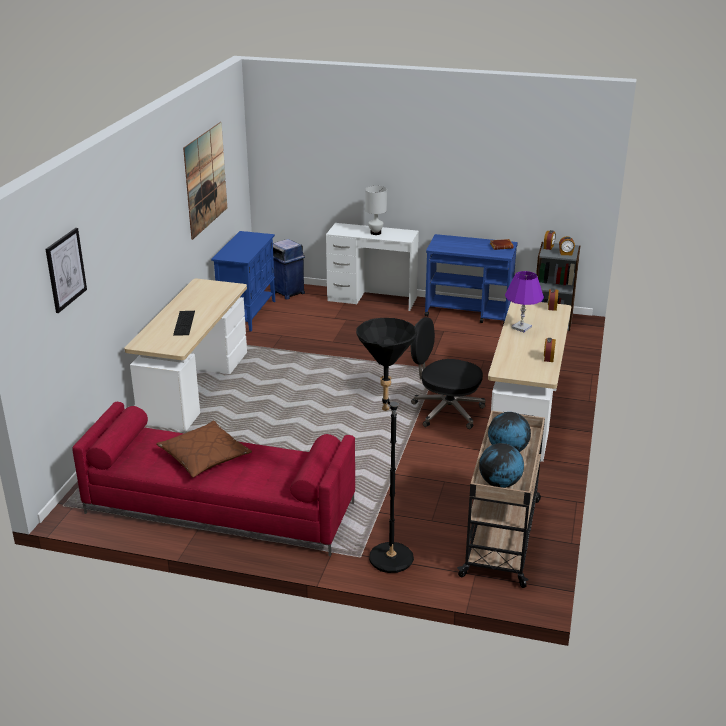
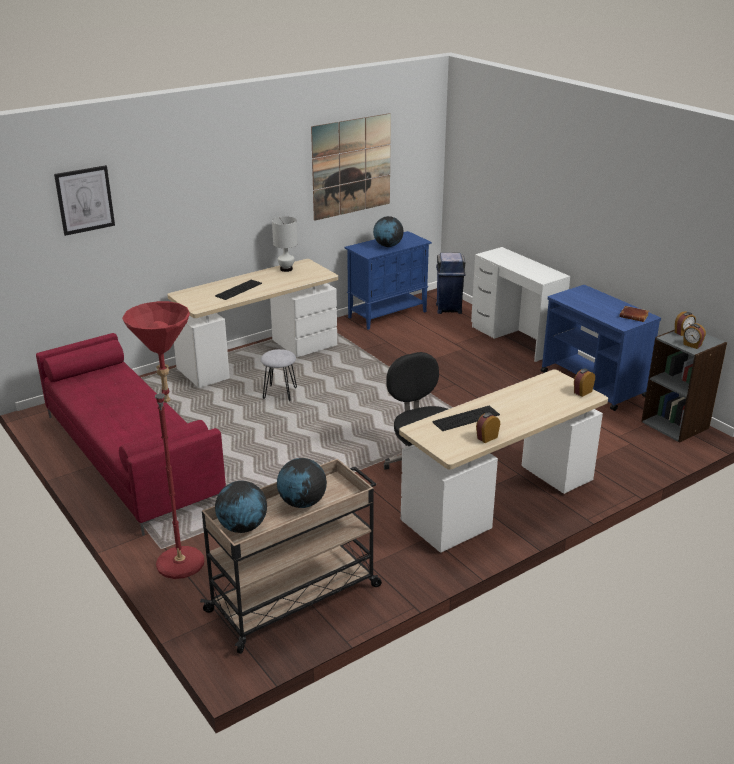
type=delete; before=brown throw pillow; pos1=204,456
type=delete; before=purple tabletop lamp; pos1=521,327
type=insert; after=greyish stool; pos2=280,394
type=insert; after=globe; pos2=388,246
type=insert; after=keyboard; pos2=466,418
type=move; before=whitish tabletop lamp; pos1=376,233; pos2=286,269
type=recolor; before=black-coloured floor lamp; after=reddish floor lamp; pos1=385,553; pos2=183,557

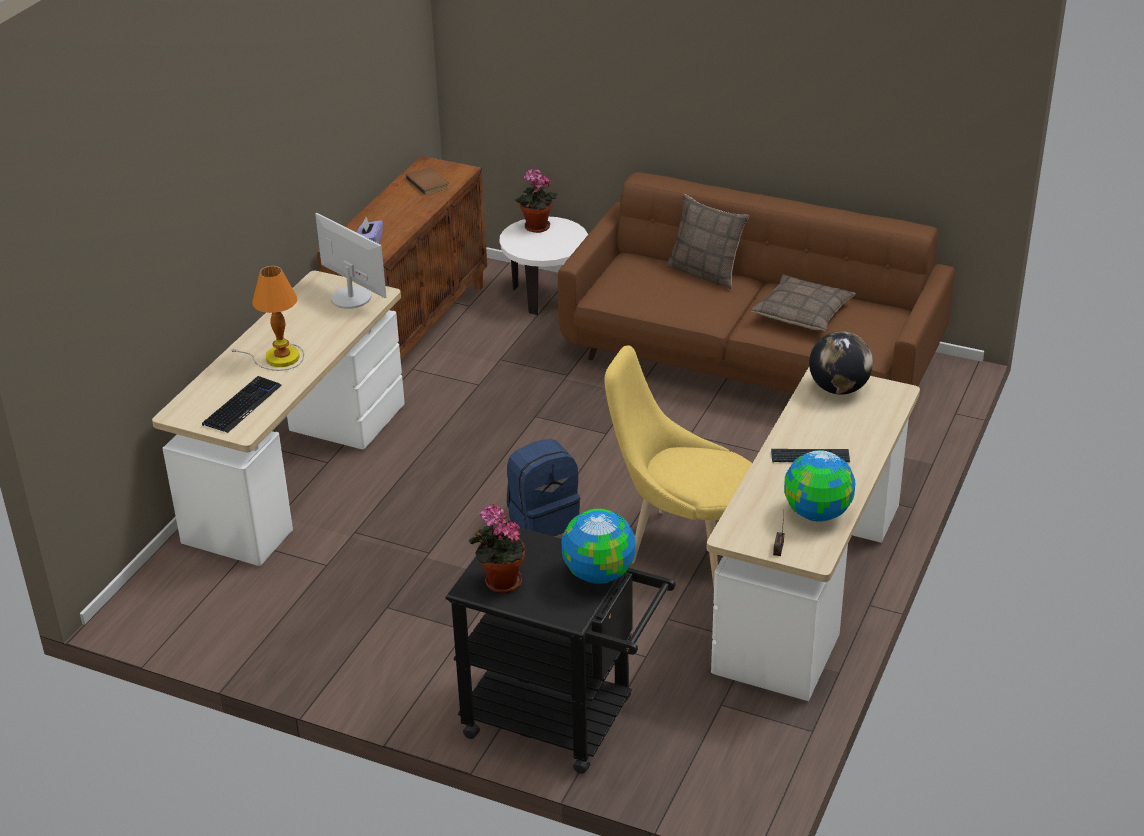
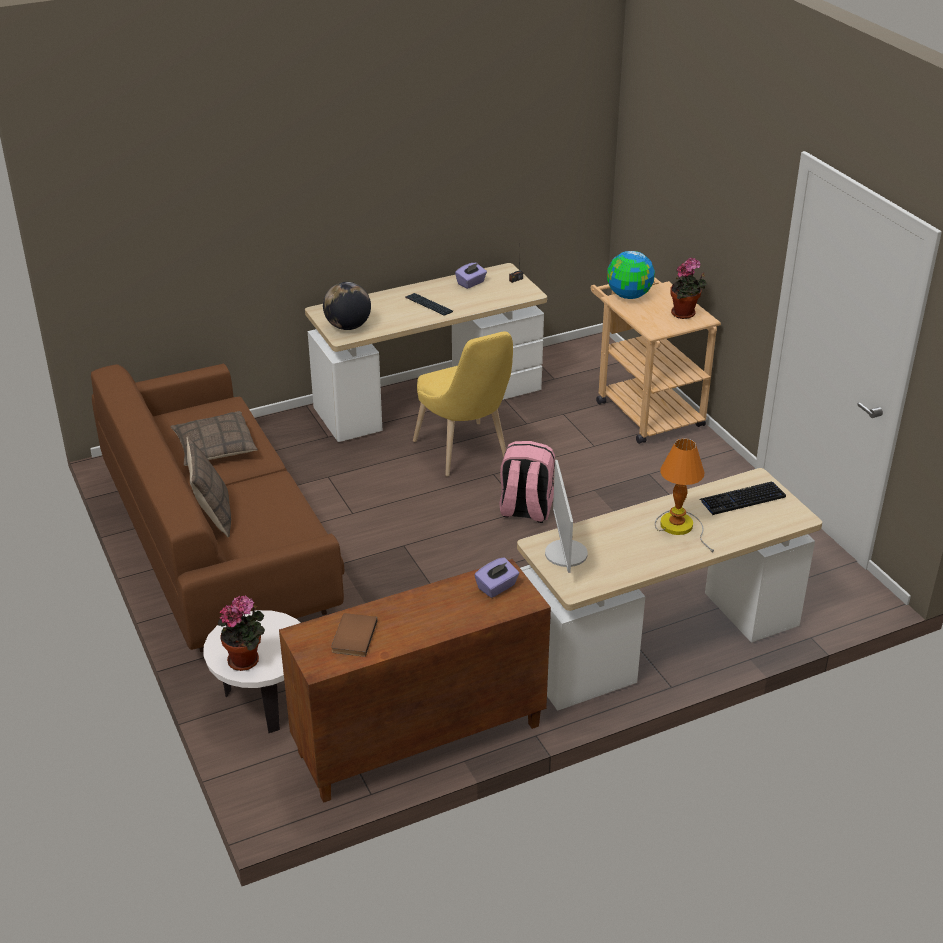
type=replace; before=globe; after=purple box of tissues; pos1=818,513; pos2=471,283
type=recolor; before=black-coloured cart; after=sand-coloured cart; pos1=562,721; pos2=644,409
type=recolor; before=bluish backpack; after=pink backpack; pos1=543,520; pos2=525,510

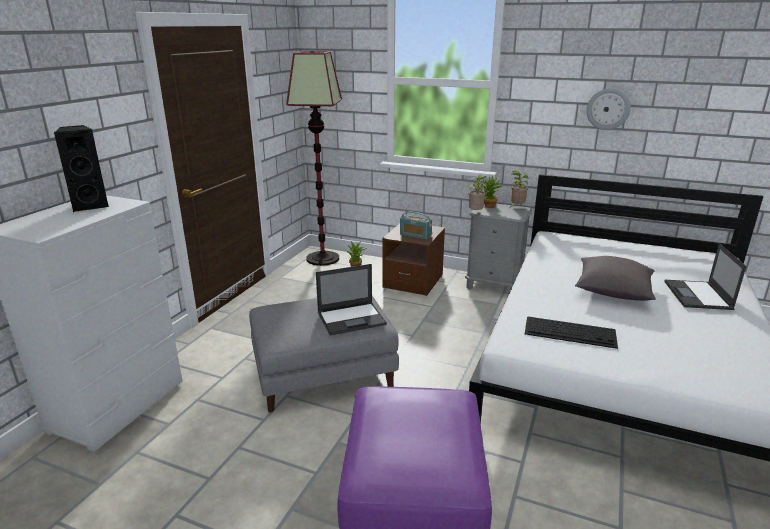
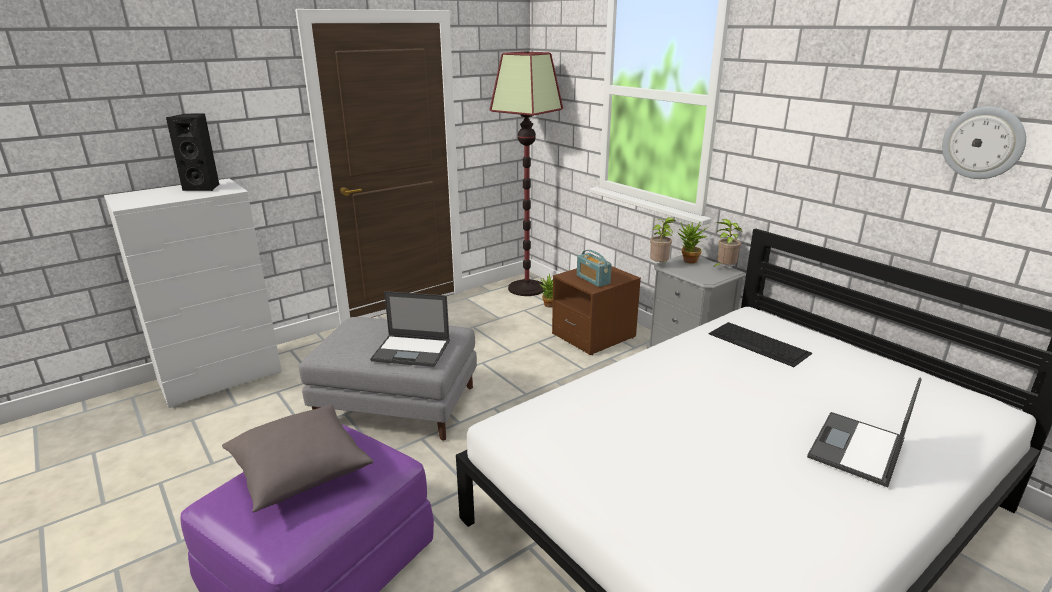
type=move; before=keyboard; pos1=571,332; pos2=759,343
type=move; before=greyish throw pillow; pos1=612,291; pos2=300,473
type=move; before=clock on the wall; pos1=608,109; pos2=983,143

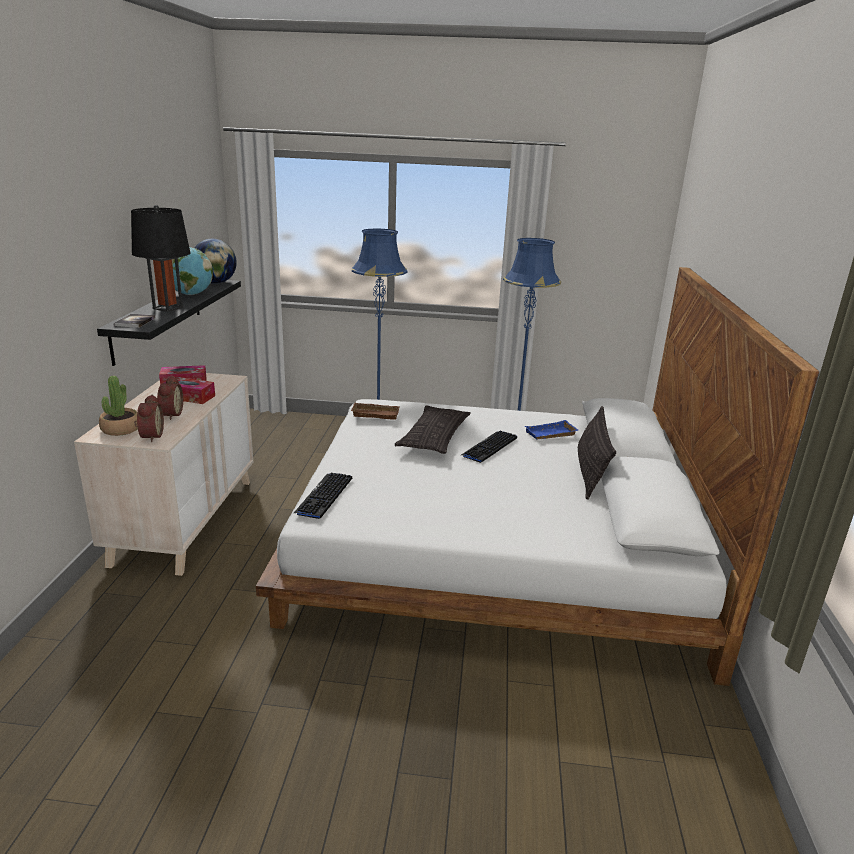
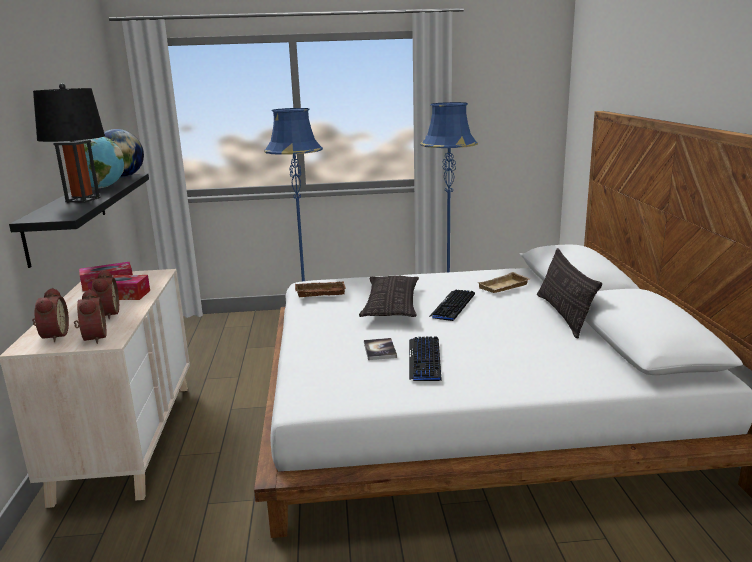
type=move; before=bound book; pos1=135,322; pos2=380,350
type=move; before=keyboard; pos1=324,496; pos2=425,359
type=replace; before=plant in a pot; after=bedside clock; pos1=120,429; pos2=53,336
type=recolor; before=bluish carrying tray; after=sand-coloured carrying tray; pos1=550,434; pos2=504,287

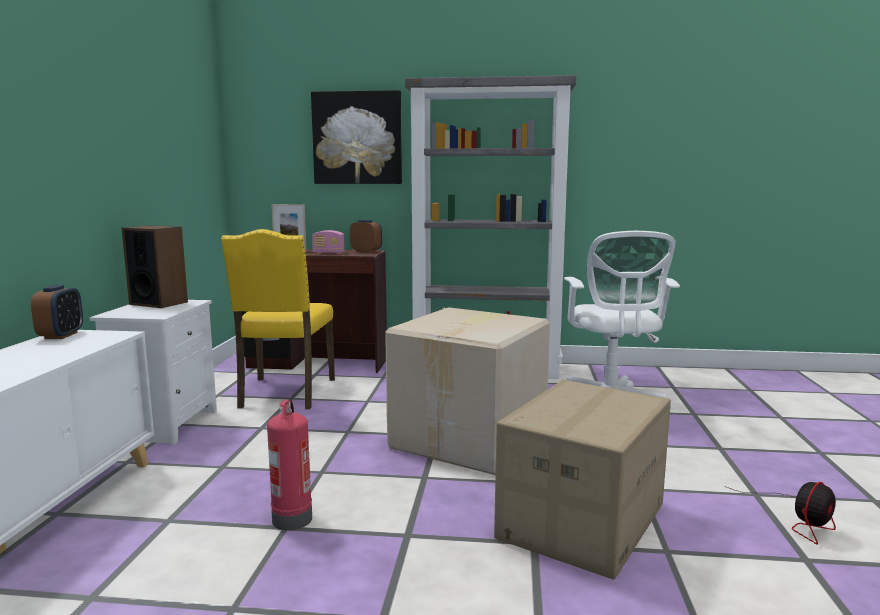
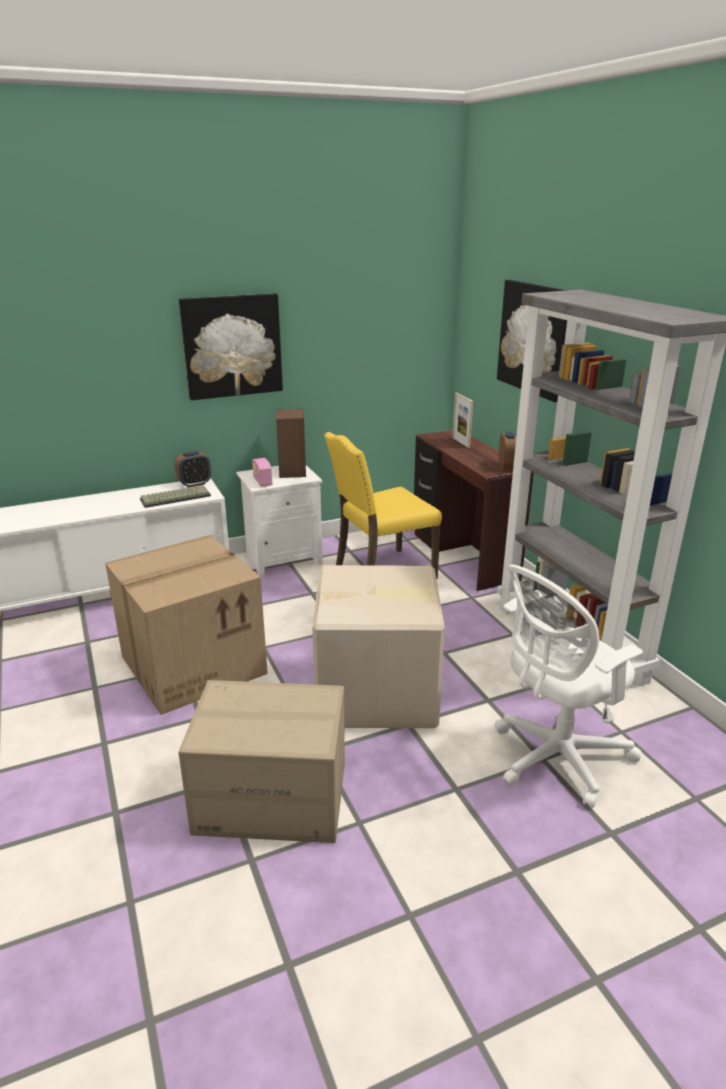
type=delete; before=electric fan; pos1=800,520
type=insert; after=keyboard; pos2=176,497
type=insert; after=picture; pos2=232,346
type=move; before=radio; pos1=328,253; pos2=262,482
type=replace; before=fire extinguisher; after=carton; pos1=291,518; pos2=194,663

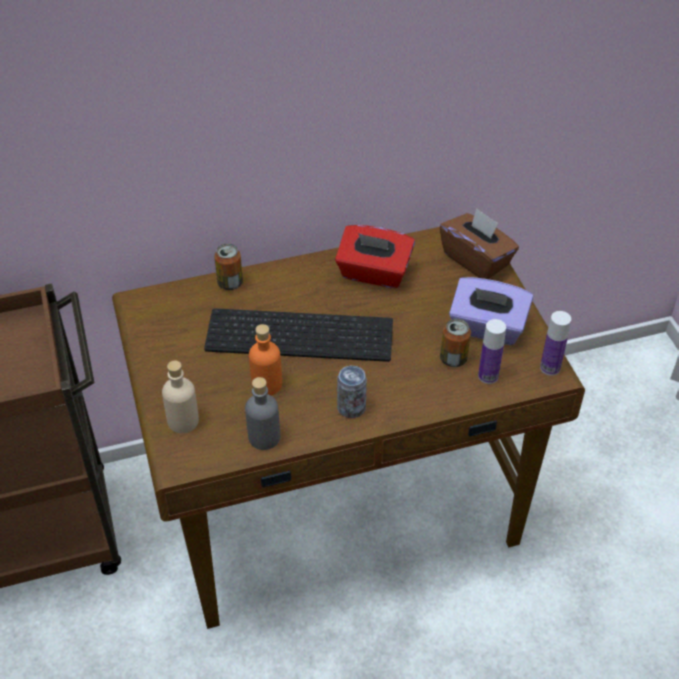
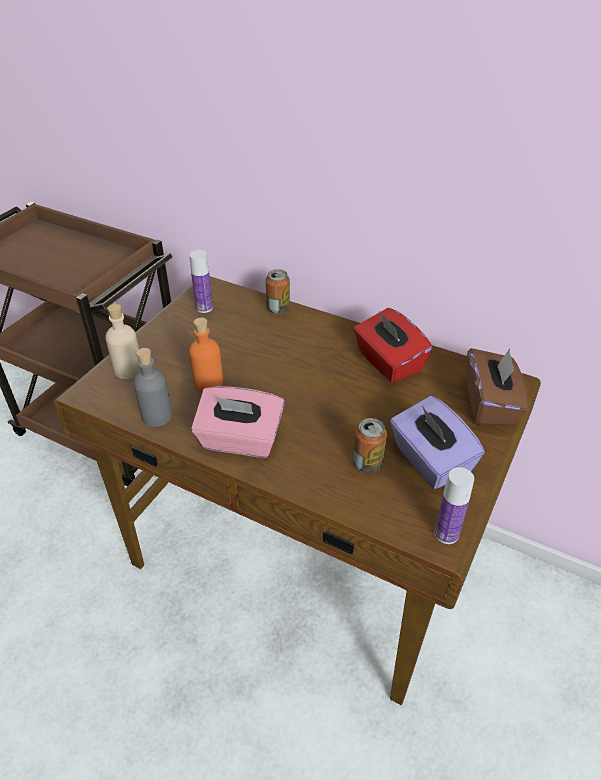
type=delete; before=keyboard; pos1=302,333
type=move; before=drink bottle; pos1=488,376; pos2=204,308
type=replace; before=can; after=pink box of tissues; pos1=351,408; pos2=240,441

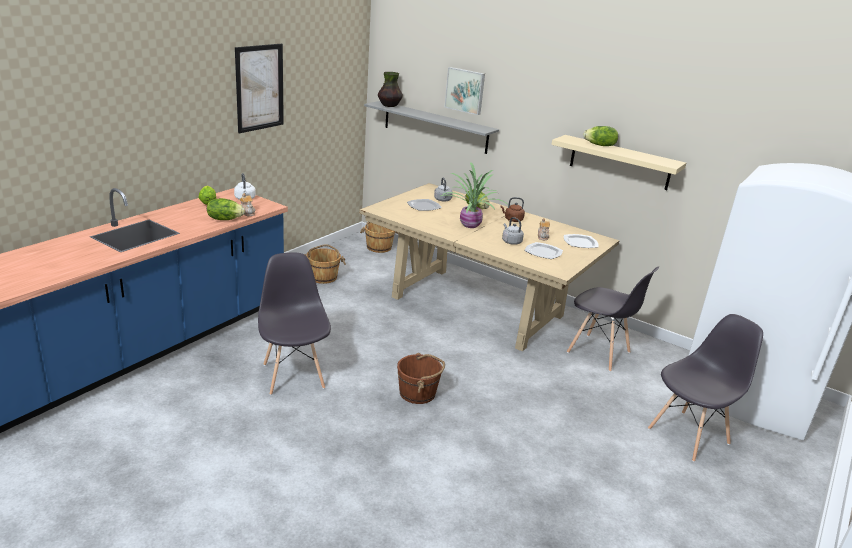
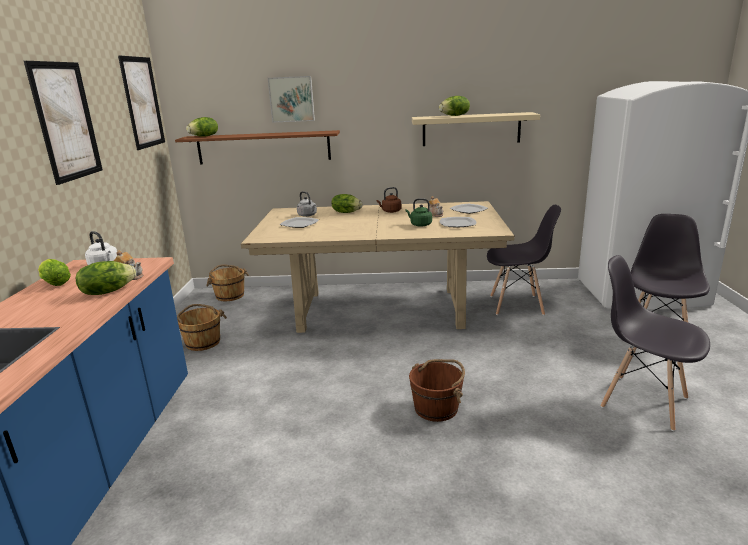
type=delete; before=plant in a pot; pos1=469,226
type=insert; after=picture; pos2=142,102
type=move; before=greyish plain chair; pos1=294,375; pos2=642,401
type=replace; before=decorative vase; after=lettuce; pos1=389,106; pos2=204,136
type=recolor; before=greyish bracket shelf; after=brown bracket shelf; pos1=435,127; pos2=263,147
type=recolor; before=greyish water kettle; after=green water kettle; pos1=511,241; pos2=419,225

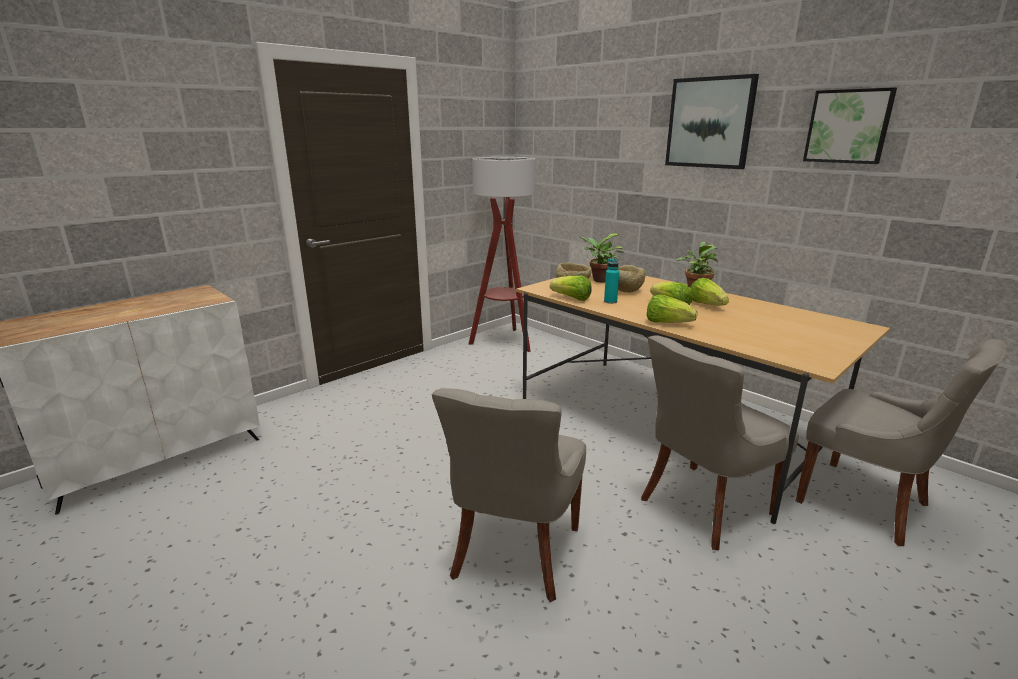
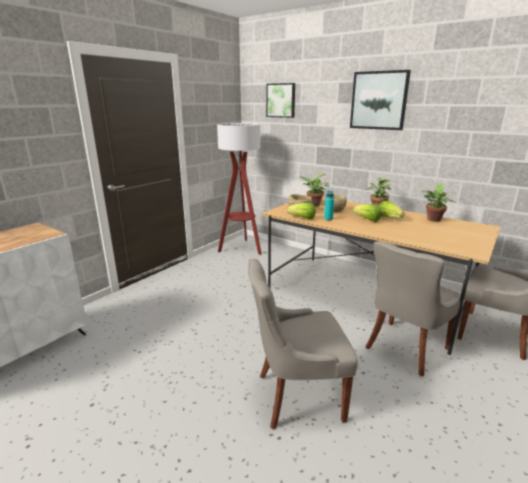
type=delete; before=lettuce; pos1=667,323
type=insert; after=plant in a pot; pos2=433,220
type=move; before=picture; pos1=848,126; pos2=281,100
type=rotate; before=greyish plain chair; pos1=513,553; pos2=297,396; turn=75

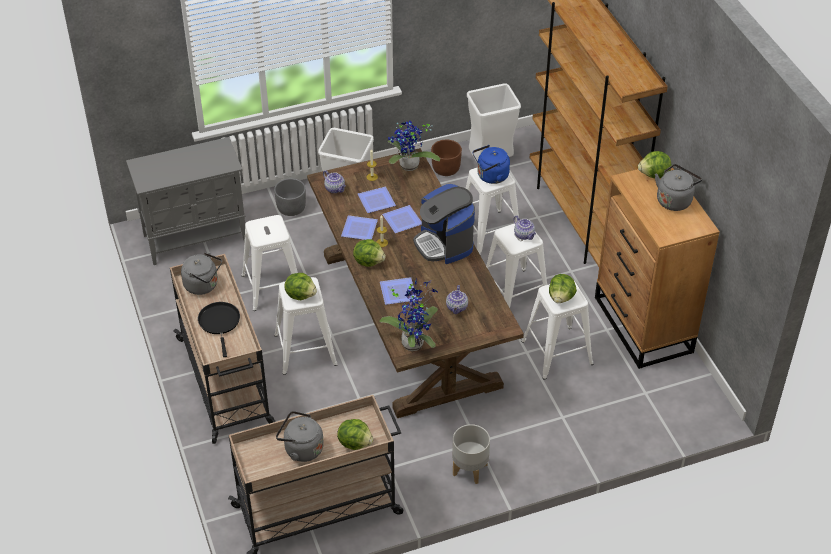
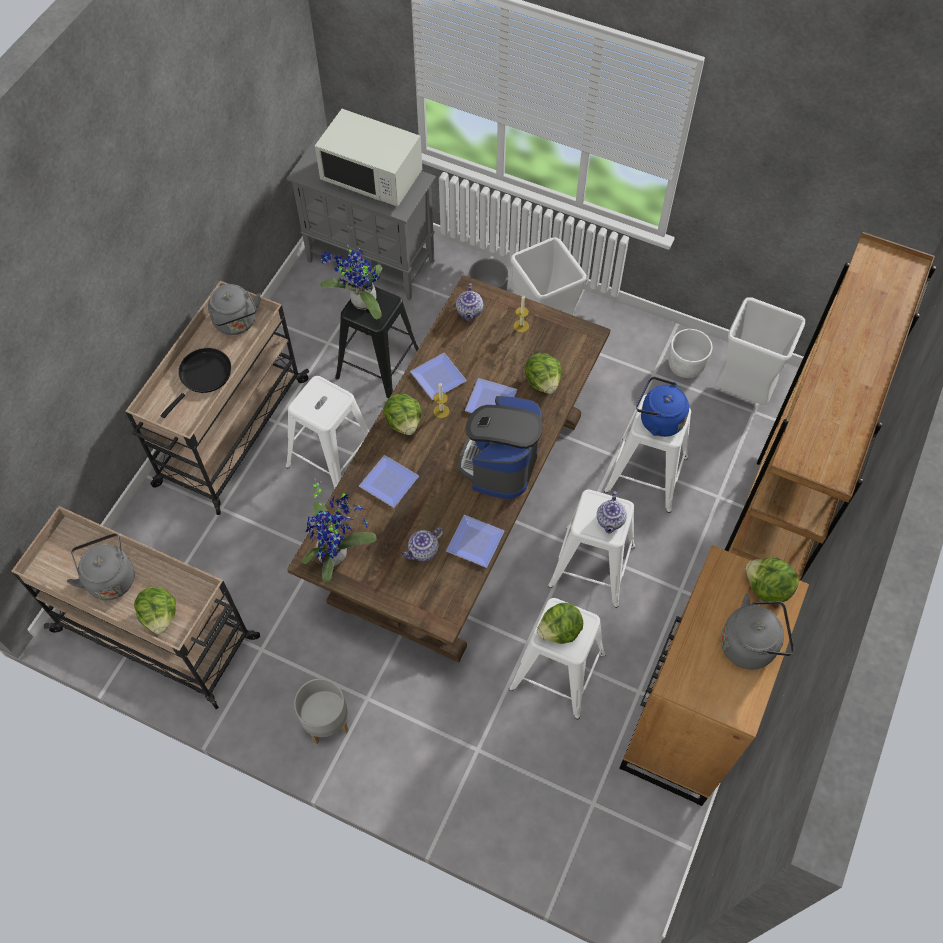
type=insert; after=whitish microwave; pos2=372,177
type=move; before=lettuce; pos1=301,295; pos2=543,382
type=move; before=dinner plate; pos1=375,201; pos2=474,540
type=move; before=plant in a pot; pos1=408,167; pos2=360,302
type=recolor; before=whitish stool; after=black-coloured stool; pos1=272,286; pos2=378,365
type=recolor; before=brown planter; after=whitish planter; pos1=446,169; pos2=686,365

